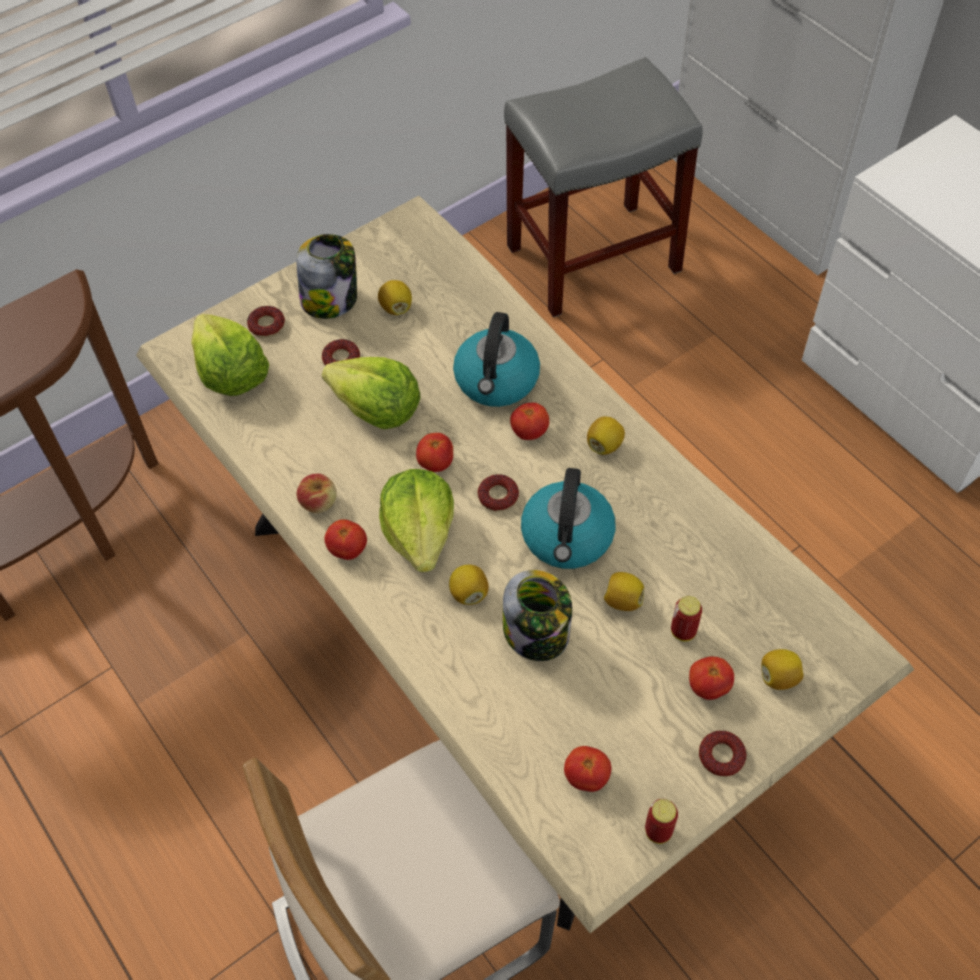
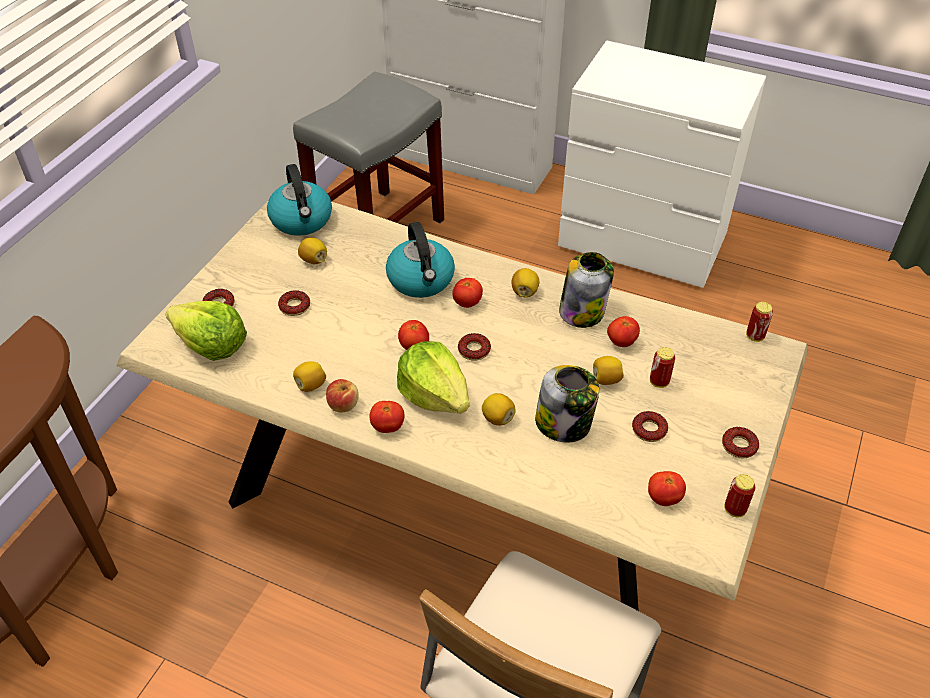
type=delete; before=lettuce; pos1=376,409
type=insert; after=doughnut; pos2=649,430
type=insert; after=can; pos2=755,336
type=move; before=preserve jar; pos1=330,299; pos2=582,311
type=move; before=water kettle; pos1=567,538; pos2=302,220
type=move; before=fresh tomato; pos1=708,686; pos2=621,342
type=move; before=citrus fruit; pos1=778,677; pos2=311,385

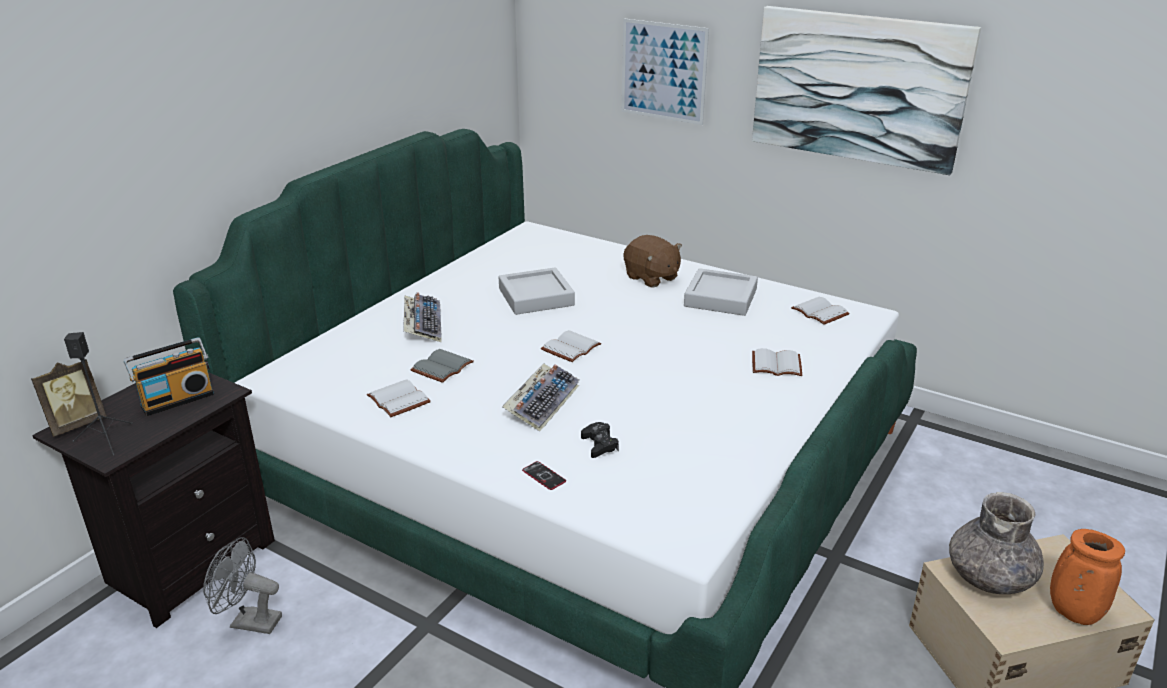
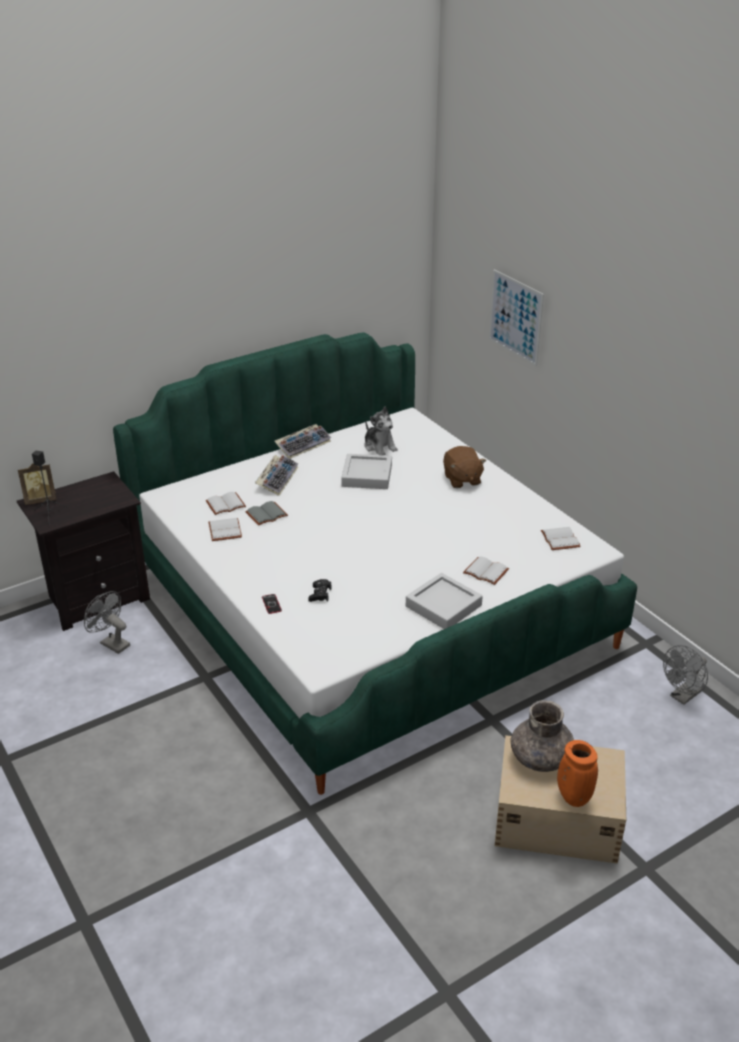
type=delete; before=radio; pos1=177,399
type=delete; before=picture; pos1=858,88
type=insert; after=cuddly toy; pos2=379,447
type=insert; after=greyish electric fan; pos2=682,697
type=move; before=keyboard; pos1=542,402; pos2=303,445
type=move; before=whitish bound book; pos1=570,347; pos2=226,504
type=move; before=greyish carrying tray; pos1=720,298; pos2=443,606

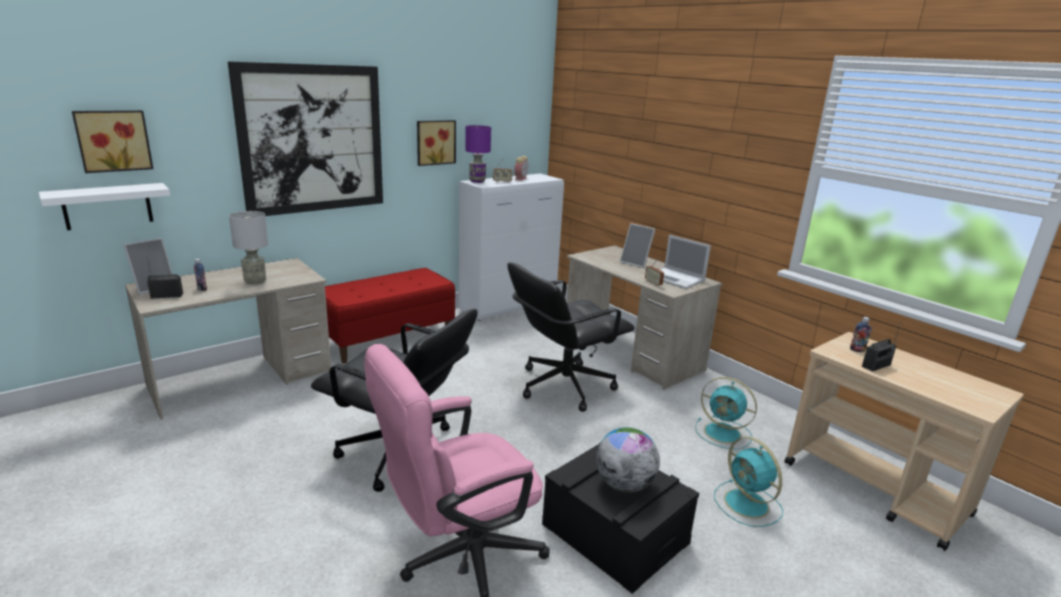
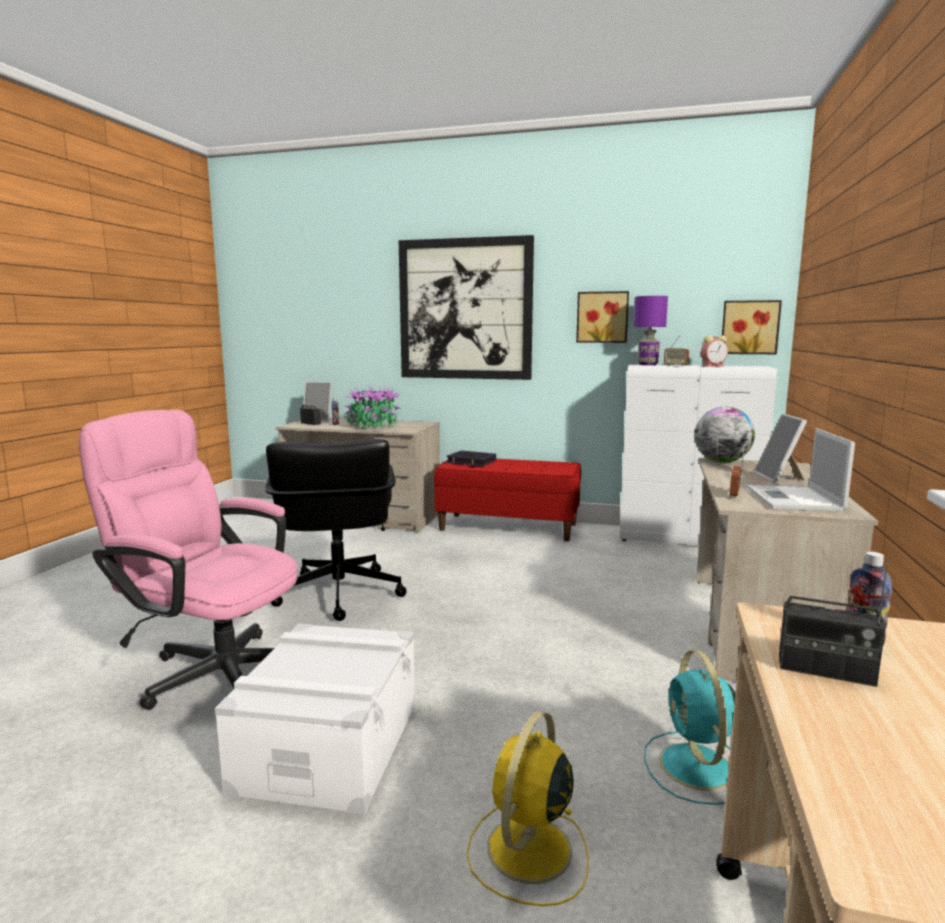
type=delete; before=whitish bracket shelf; pos1=107,206
type=delete; before=black-coloured computer chair; pos1=563,385
type=insert; after=bound book; pos2=471,462
type=move; before=picture; pos1=113,140; pos2=749,327
type=move; before=globe; pos1=624,485; pos2=722,462
type=replace; before=greyish tabletop lamp; after=plant in a pot; pos1=254,281; pos2=372,426
type=recolor; before=black-coloured storage box; after=whitish storage box; pos1=614,533; pos2=329,745
type=recolor; before=turquoise-coloured electric fan; after=yellow electric fan; pos1=748,505; pos2=527,851

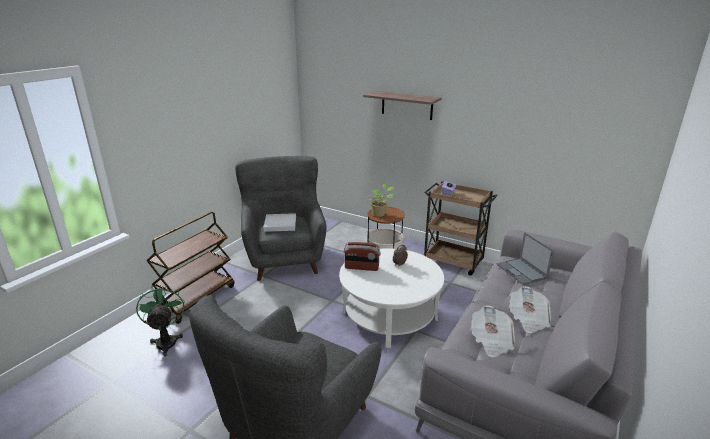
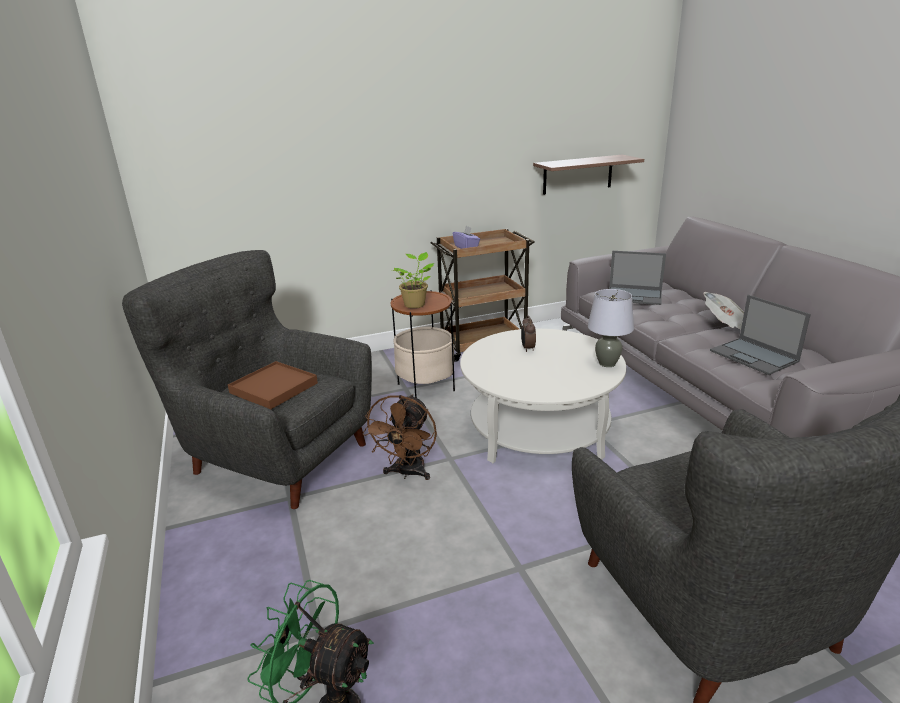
type=delete; before=brown cart; pos1=197,299
type=delete; before=radio; pos1=361,268
type=insert; after=brown electric fan; pos2=407,473
type=insert; after=greyish tabletop lamp; pos2=607,364
type=move; before=bracket shelf; pos1=407,105; pos2=577,174
type=replace; before=printed paper; after=laptop; pos1=491,341; pos2=754,356
type=recolor; before=whitish carrying tray; after=brown carrying tray; pos1=280,224; pos2=274,388

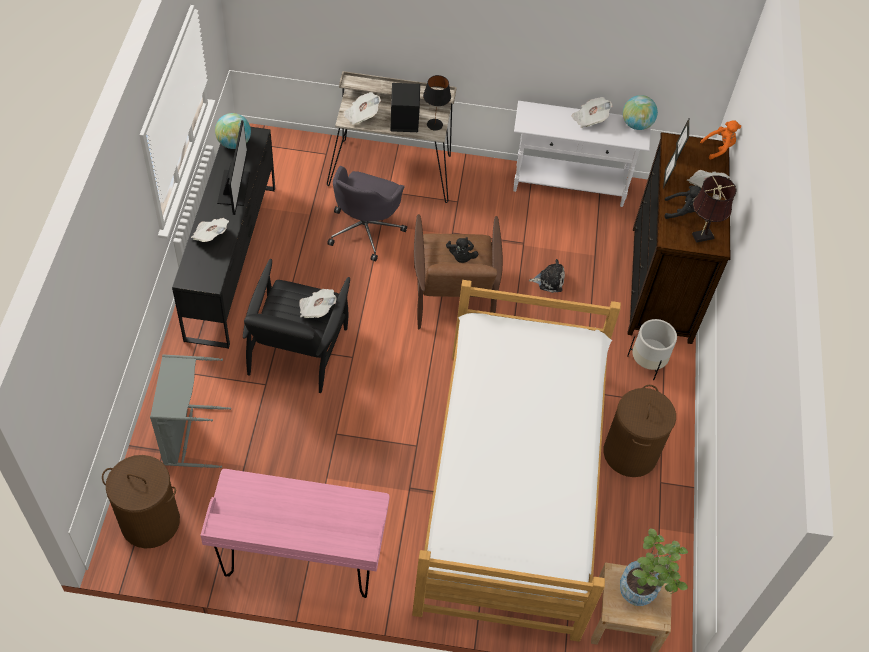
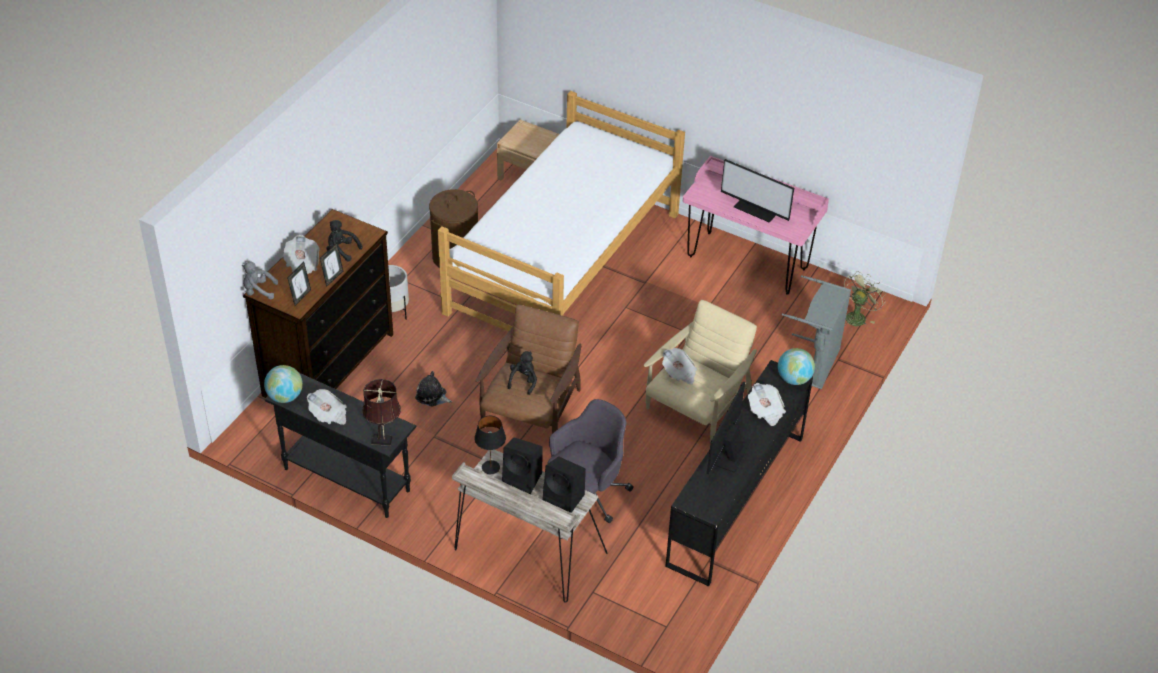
type=delete; before=plant in a pot; pos1=643,591
type=insert; after=monitor; pos2=756,209
type=move; before=globe; pos1=234,143; pos2=794,379
type=move; before=brown tabletop lamp; pos1=700,236; pos2=384,440
type=replace; before=brown washing basket; after=green electric fan; pos1=150,521; pos2=857,316
type=replace; before=printed paper; after=black-coloured audio speaker; pos1=361,115; pos2=564,499
type=recolor; before=black-coloured armchair; after=sand-coloured armchair; pos1=297,347; pos2=697,405
type=recolor; before=whitish narrow table; after=black-coloured narrow table; pos1=569,186; pos2=346,479
type=recolor; before=orange cuddly toy; after=greyish cuddly toy; pos1=719,148; pos2=258,291

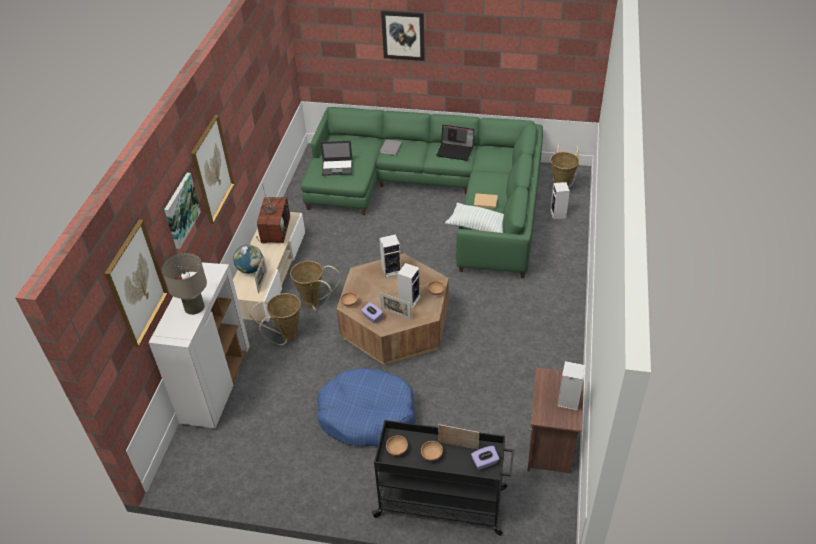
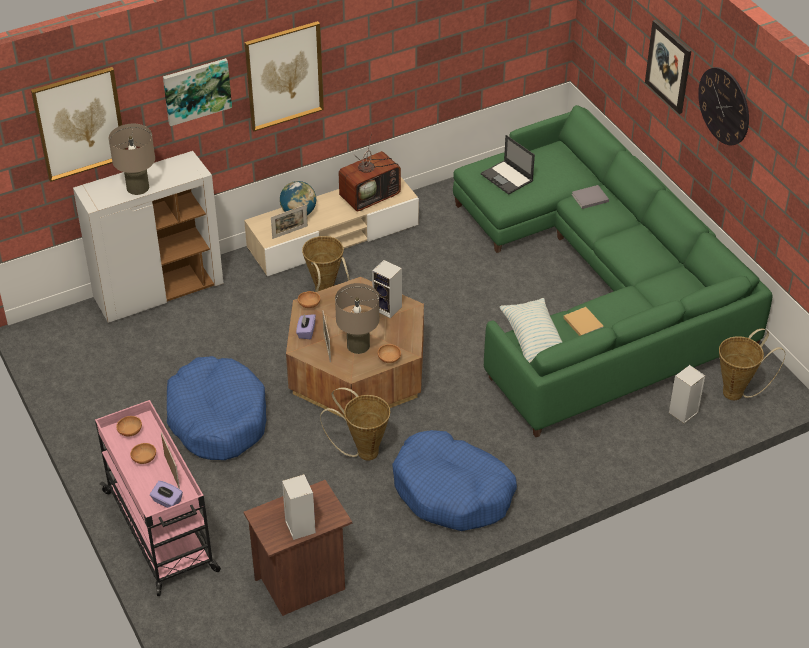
type=delete; before=laptop; pos1=455,151
type=insert; after=bluish dog cushion; pos2=452,492
type=insert; after=clock on the wall; pos2=724,106
type=move; before=storage basket; pos1=285,337; pos2=363,451
type=replace; before=audio speaker; after=sand-coloured tabletop lamp; pos1=409,299; pos2=358,345
type=recolor; before=black-coloured cart; after=pink cart; pos1=442,502; pos2=161,532

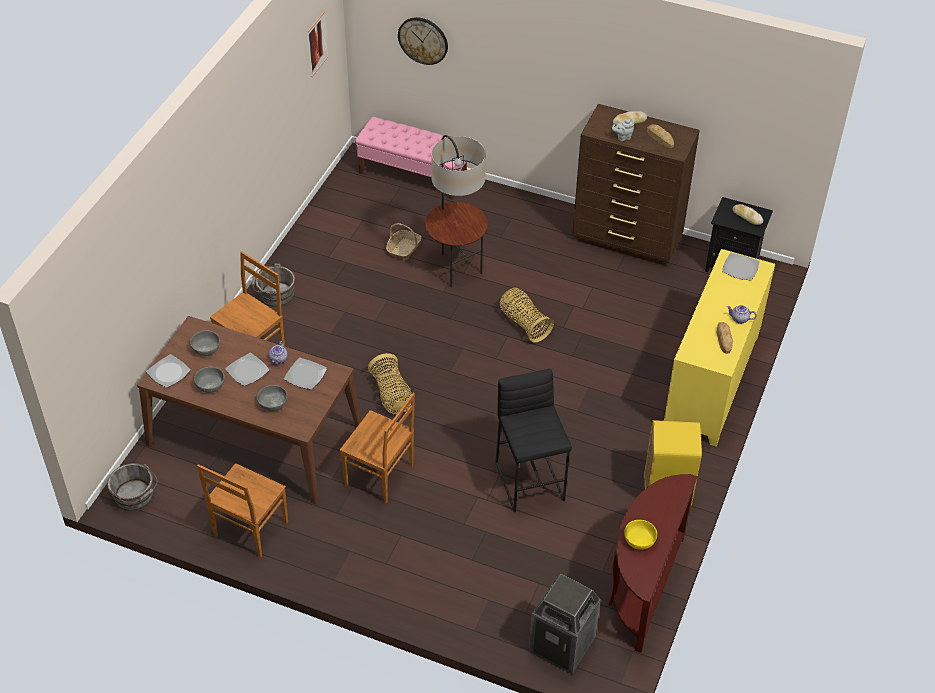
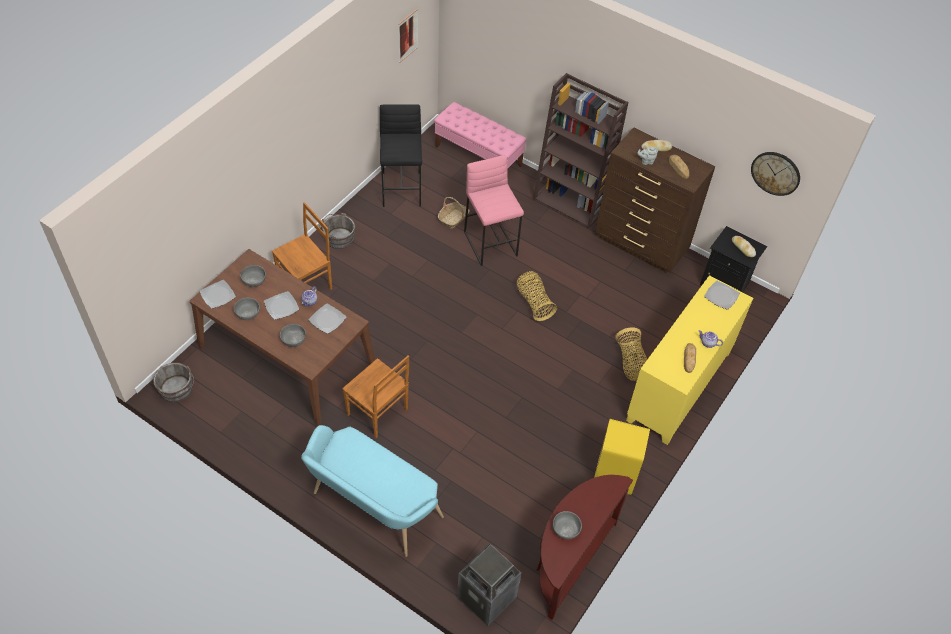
type=delete; before=brown plain chair; pos1=249,530
type=insert; after=turquoise-coloured indoor bench; pos2=372,508
type=insert; after=brown bookshelf; pos2=570,204
type=move; before=storage basket; pos1=391,395; pos2=631,362
type=move; before=clock on the wall; pos1=423,40; pos2=775,173
type=move; before=black-coloured stool; pos1=530,481; pos2=402,190
type=replace; before=floor lamp; after=pink stool; pos1=456,269; pos2=491,243
type=recolor; before=yellow deep dish; after=greyish deep dish; pos1=639,540; pos2=566,529

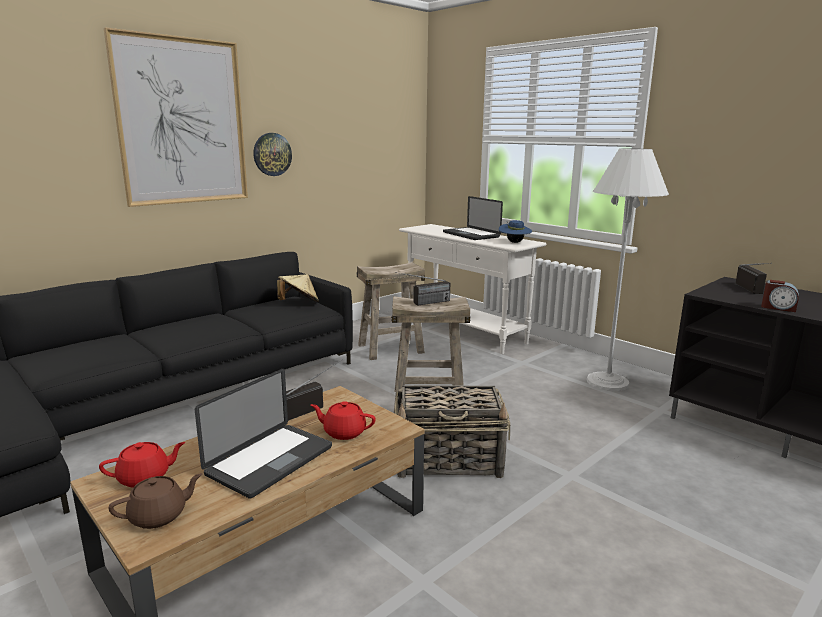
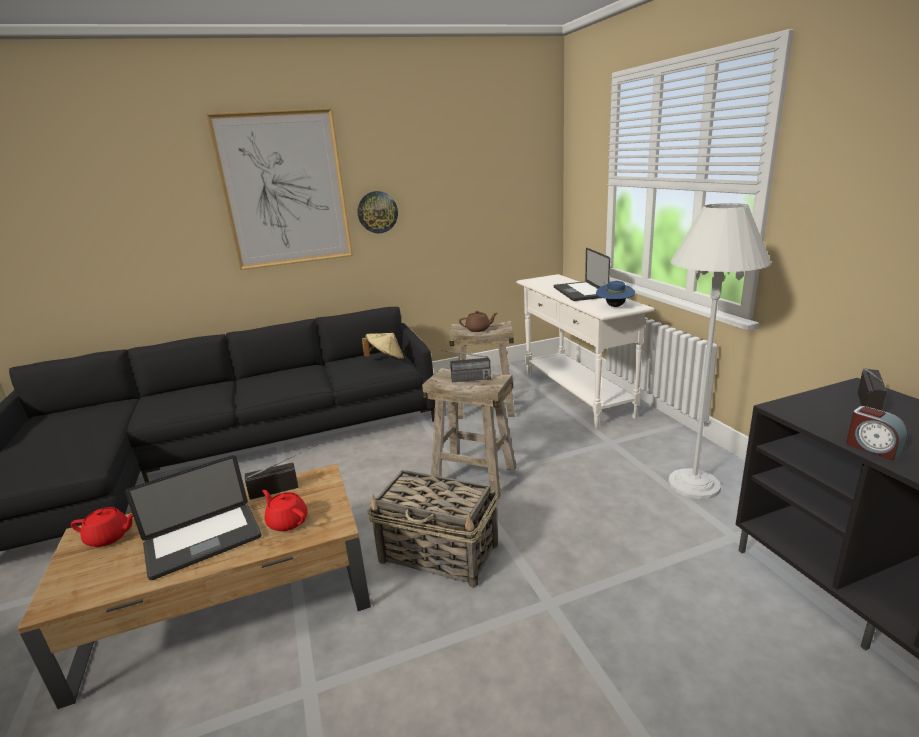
type=move; before=brown tea pot; pos1=159,516; pos2=478,329

